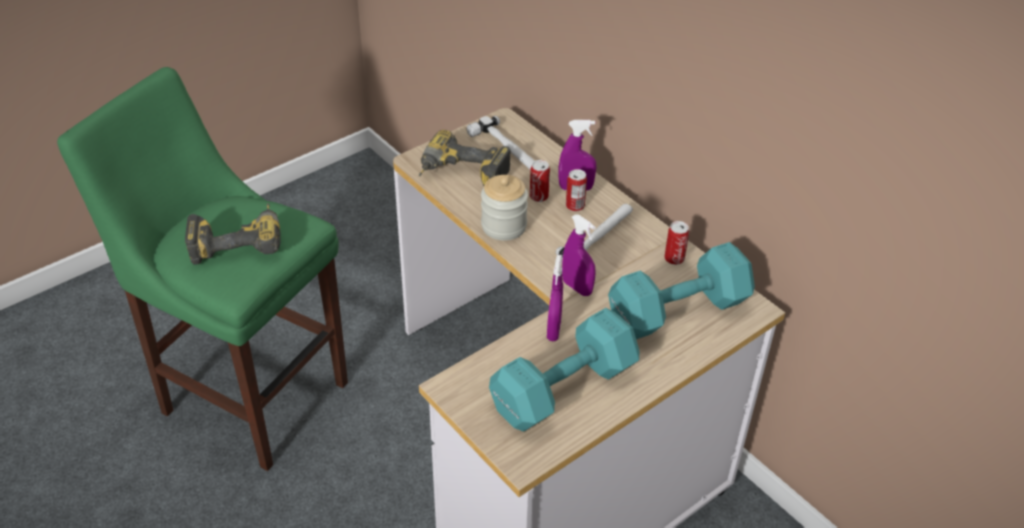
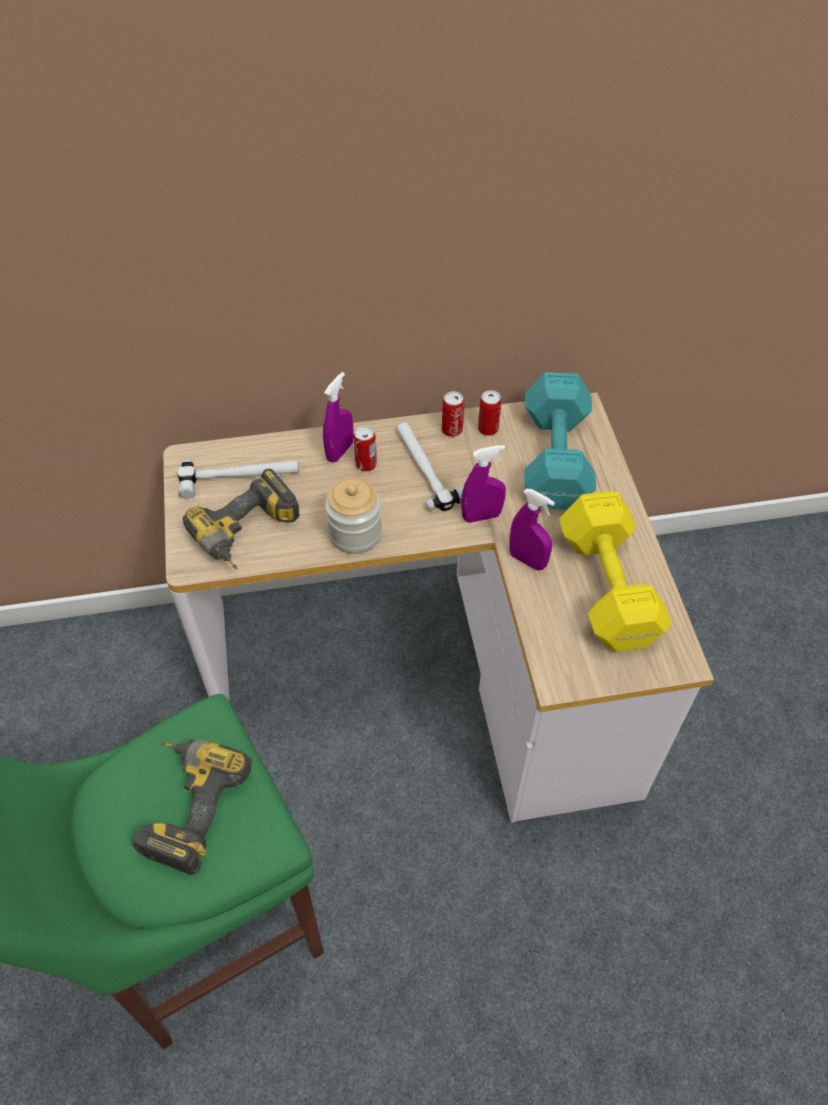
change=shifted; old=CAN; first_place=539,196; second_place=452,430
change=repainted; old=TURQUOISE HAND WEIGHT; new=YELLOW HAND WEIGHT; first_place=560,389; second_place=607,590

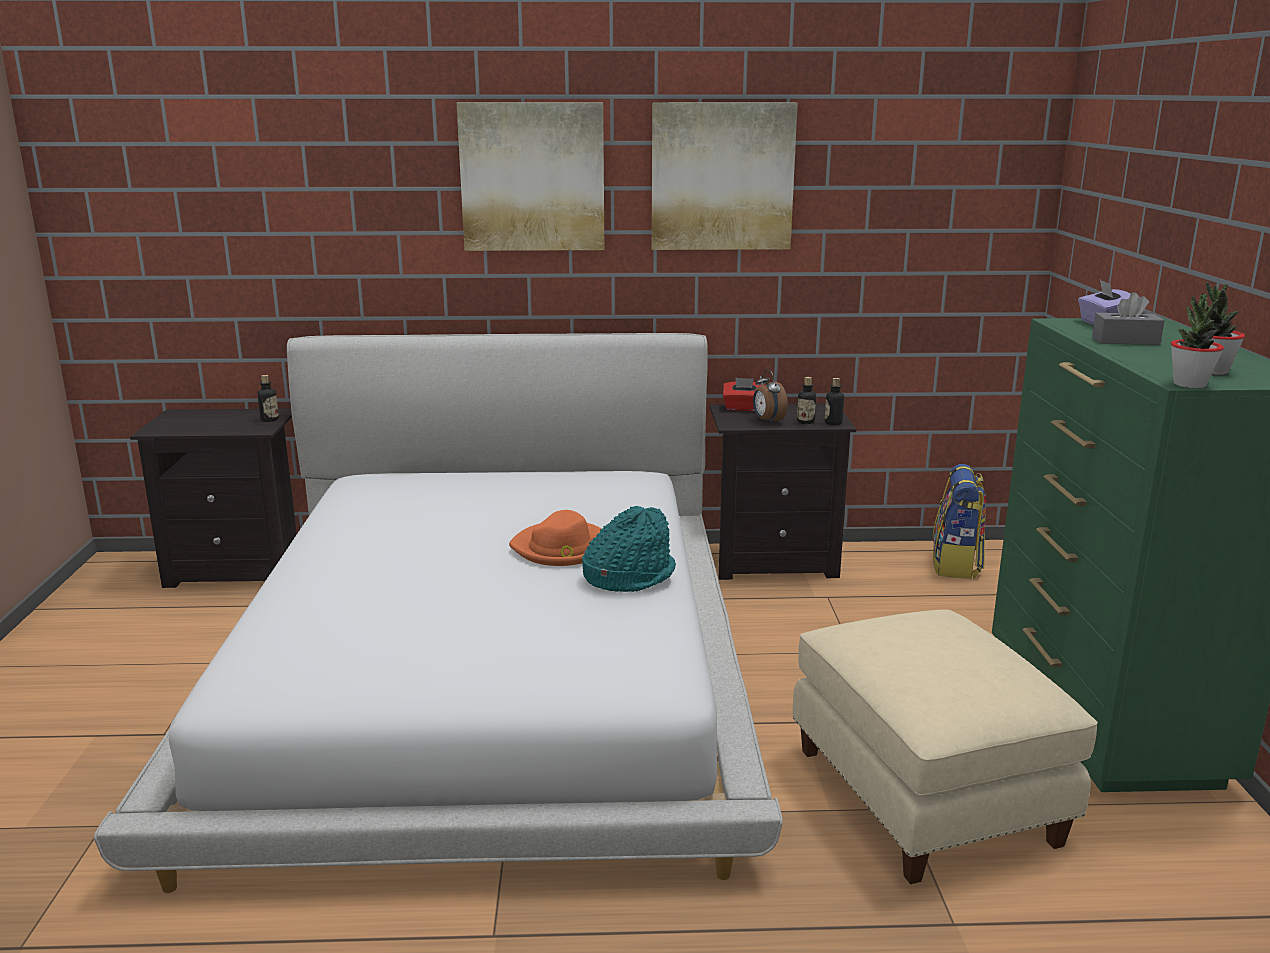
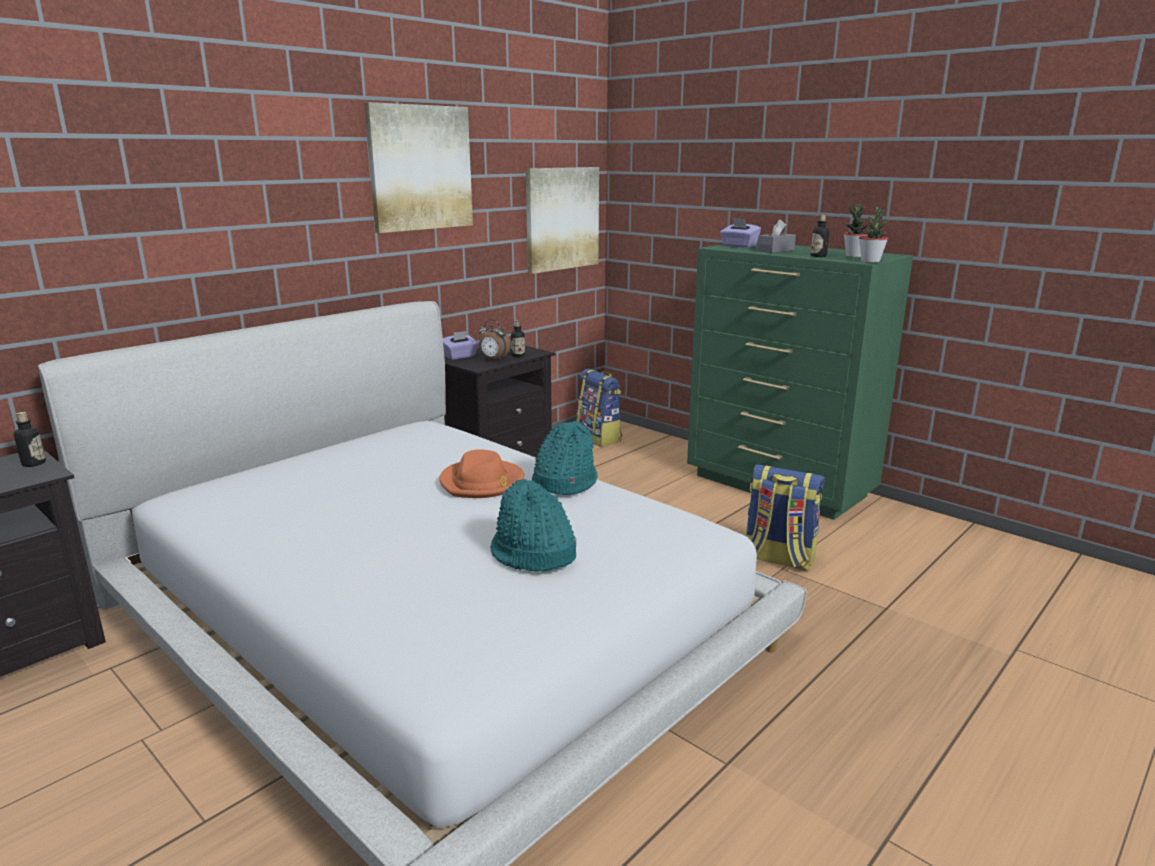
change=shifted; old=WALL PICTURE; first_place=532,177; second_place=562,218
change=repainted; old=REDDISH TISSUE HOLDER; new=PURPLISH TISSUE HOLDER; first_place=743,408; second_place=460,356
change=shifted; old=BOTTLE; first_place=833,423; second_place=818,256
change=swapped; old=BEIGE POUFFE; new=RUCKSACK; first_place=921,795; second_place=778,558
change=new; new=TURQUOISE CLOTHING HAT; second_place=532,554

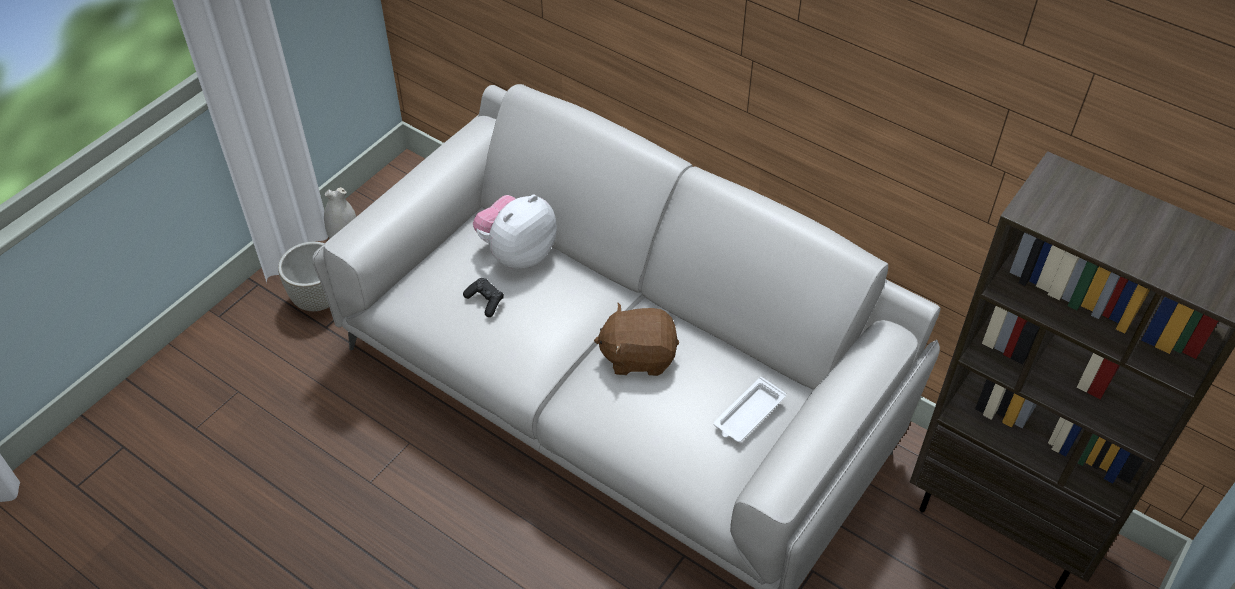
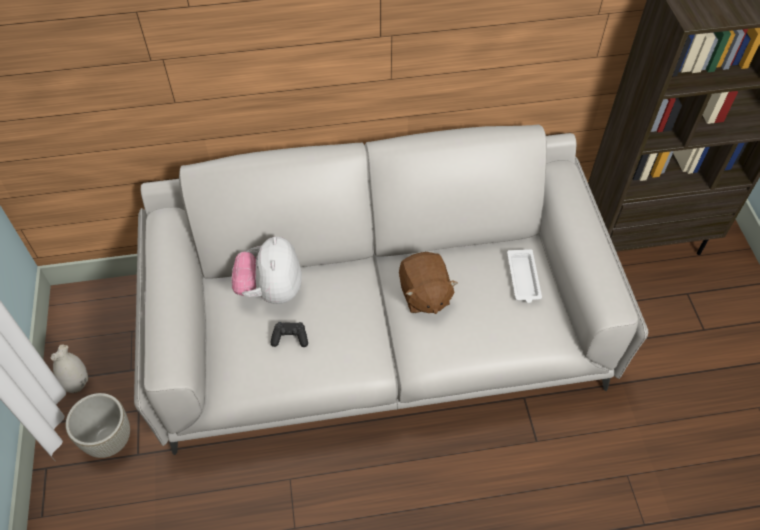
change=rotated; old=BROWN-COLOURED CUDDLY TOY; first_place=638,356; second_place=424,295; degrees=-60

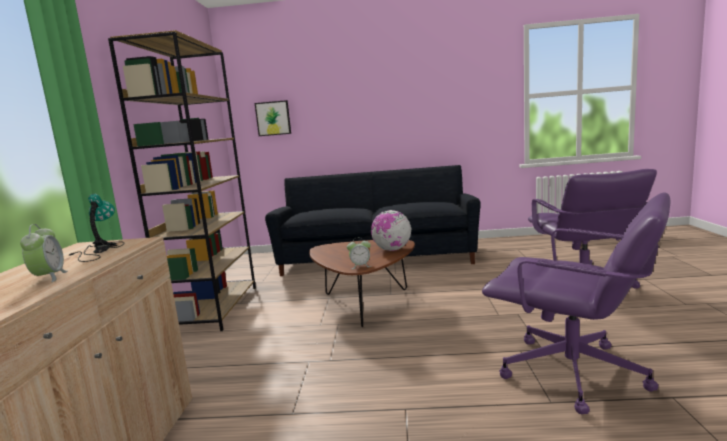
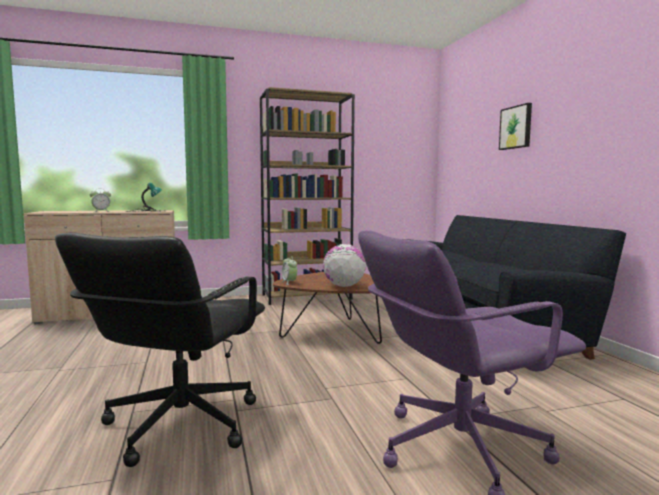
change=shifted; old=WALL PICTURE; first_place=273,118; second_place=516,127
change=repainted; old=PURPLISH COMPUTER CHAIR; new=BLACK COMPUTER CHAIR; first_place=574,374; second_place=179,425

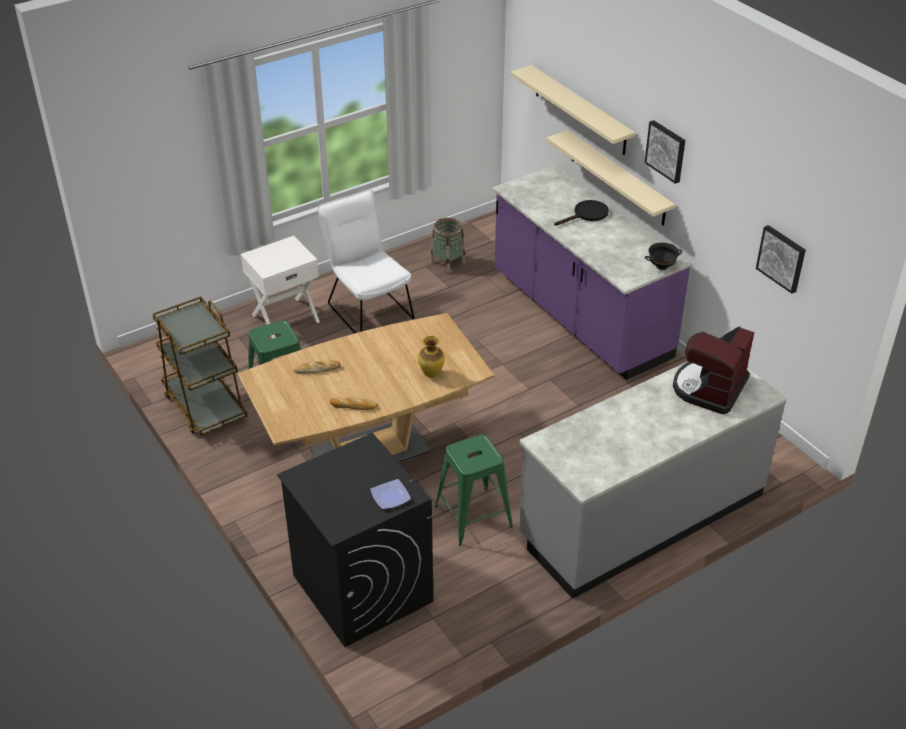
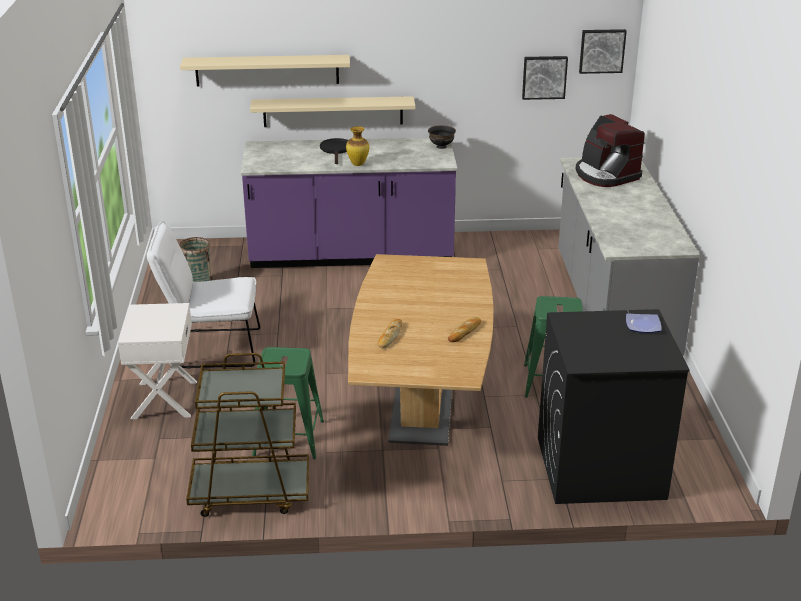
change=shifted; old=WALL PICTURE; first_place=666,151; second_place=602,50
change=shifted; old=DECORATIVE VASE; first_place=431,374; second_place=357,164

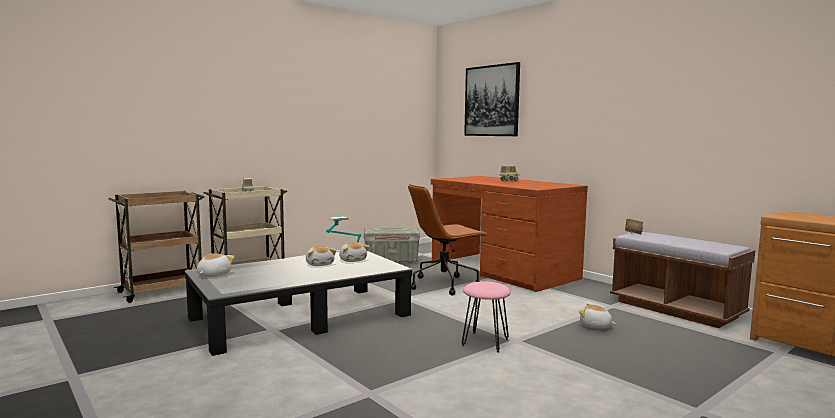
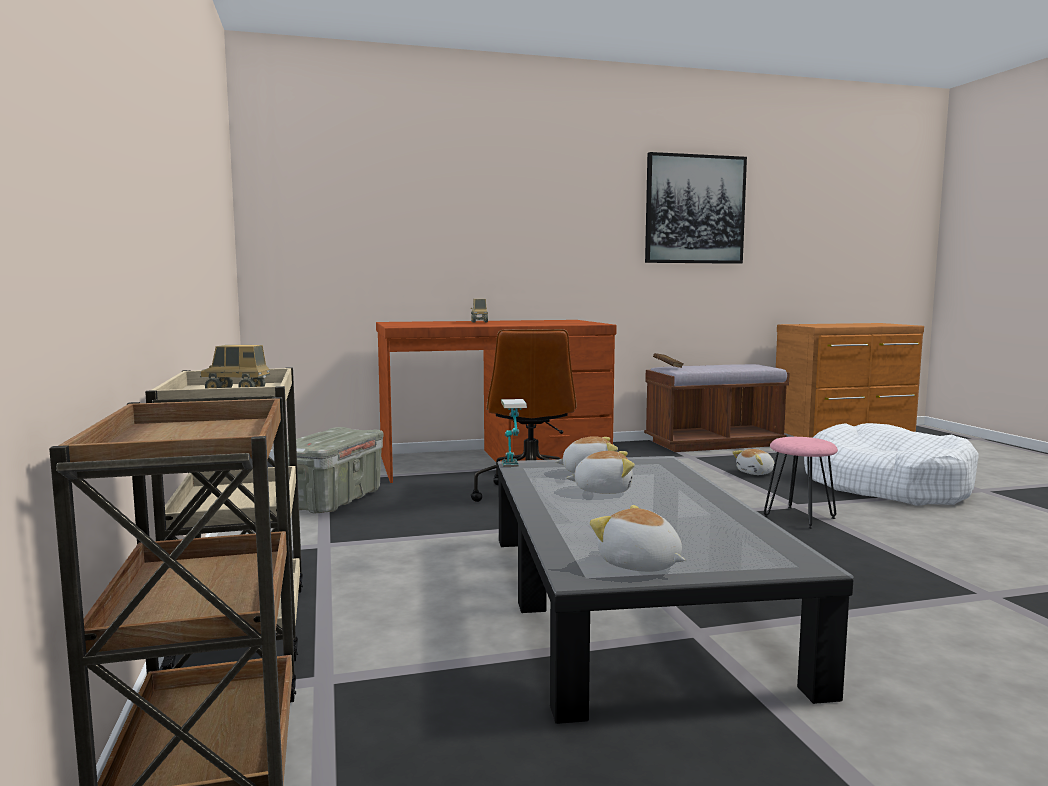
change=shifted; old=WALL PICTURE; first_place=491,101; second_place=695,209
change=new; new=WHITE-COLOURED DOG CUSHION; second_place=886,486

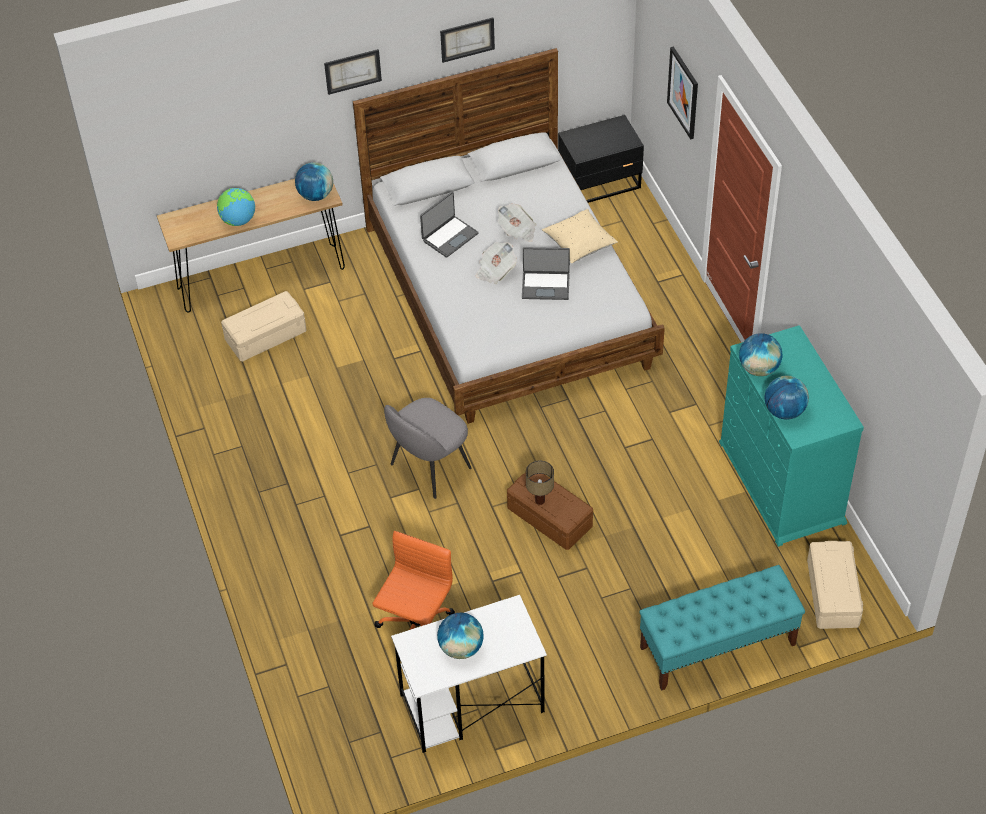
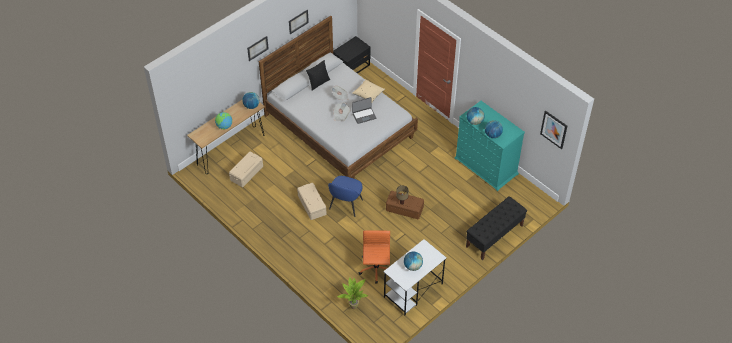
change=shifted; old=WALL PICTURE; first_place=683,92; second_place=554,129
change=gone; old=NOTEBOOK COMPUTER; first_place=449,236
change=repainted; old=GREY UPRIGHT CHAIR; new=BLUE UPRIGHT CHAIR; first_place=428,467; second_place=345,205
change=shifted; old=BEIGE STORAGE BOX; first_place=831,593; second_place=311,205
change=repainted; old=TURQUOISE INDOOR BENCH; new=BLACK INDOOR BENCH; first_place=717,646; second_place=494,236
change=new; new=BLACK CUSHION; second_place=318,83
change=new; new=POTTED PLANT; second_place=353,305

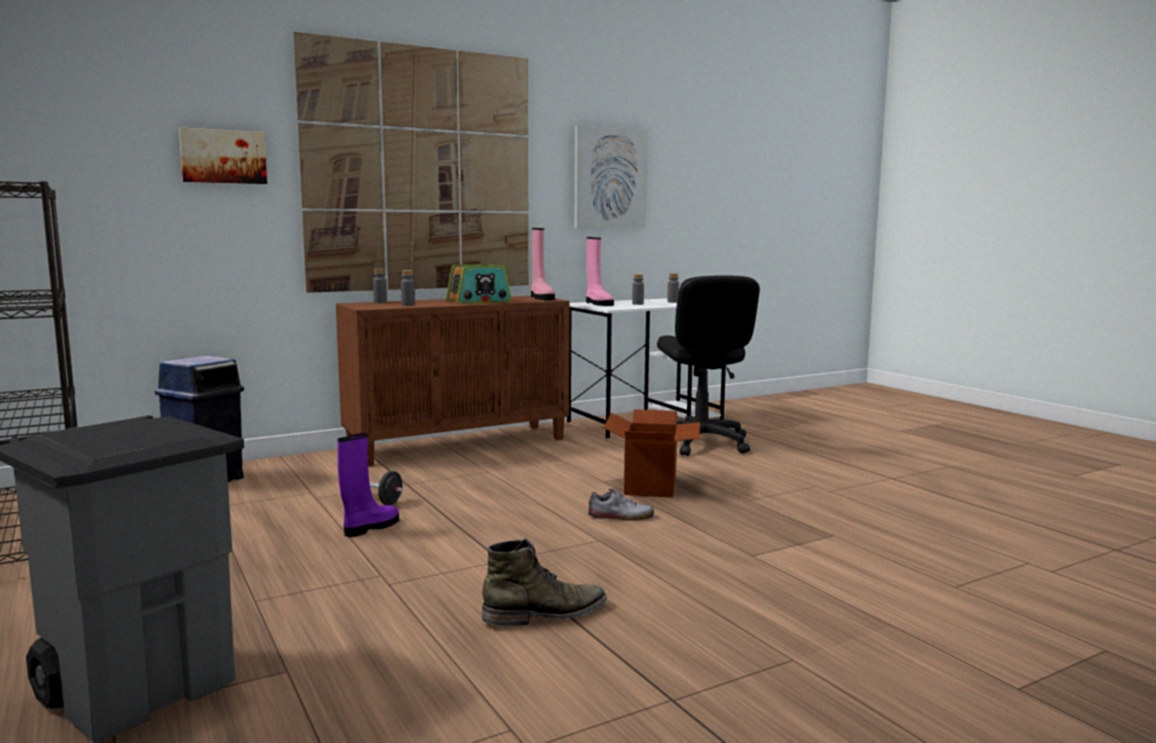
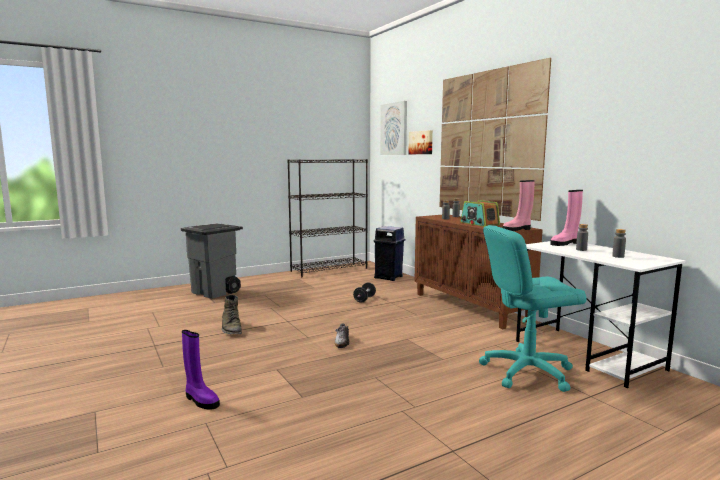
change=shifted; old=WALL PICTURE; first_place=609,178; second_place=394,129
change=repainted; old=BLACK COMPUTER CHAIR; new=TURQUOISE COMPUTER CHAIR; first_place=700,443; second_place=527,372
change=gone; old=PACKING BOX; first_place=651,486
change=shifted; old=PURPLISH HIGH-TOP BOOT; first_place=370,527; second_place=200,400

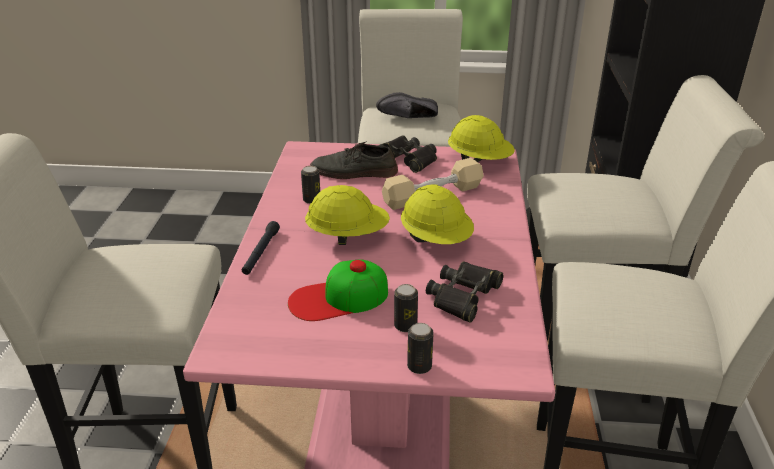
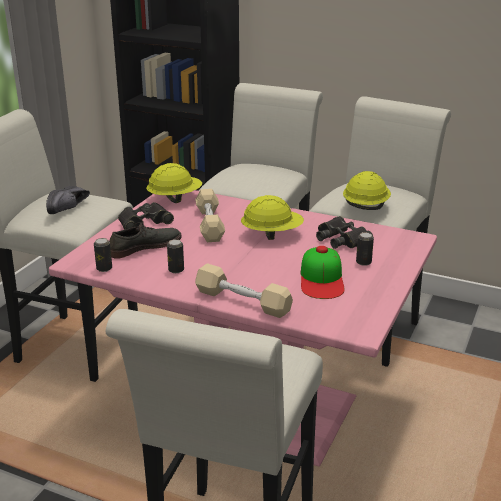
change=rotated; old=GREY LOW SHOE; first_place=353,172; second_place=144,246; degrees=-150
change=shifted; old=YELLOW HARD HAT; first_place=348,236; second_place=365,207
change=swapped; old=BLACK FLASHLIGHT; new=BEIGE HAND WEIGHT; first_place=261,252; second_place=242,301
change=shifted; old=CAN; first_place=419,366; second_place=104,268

